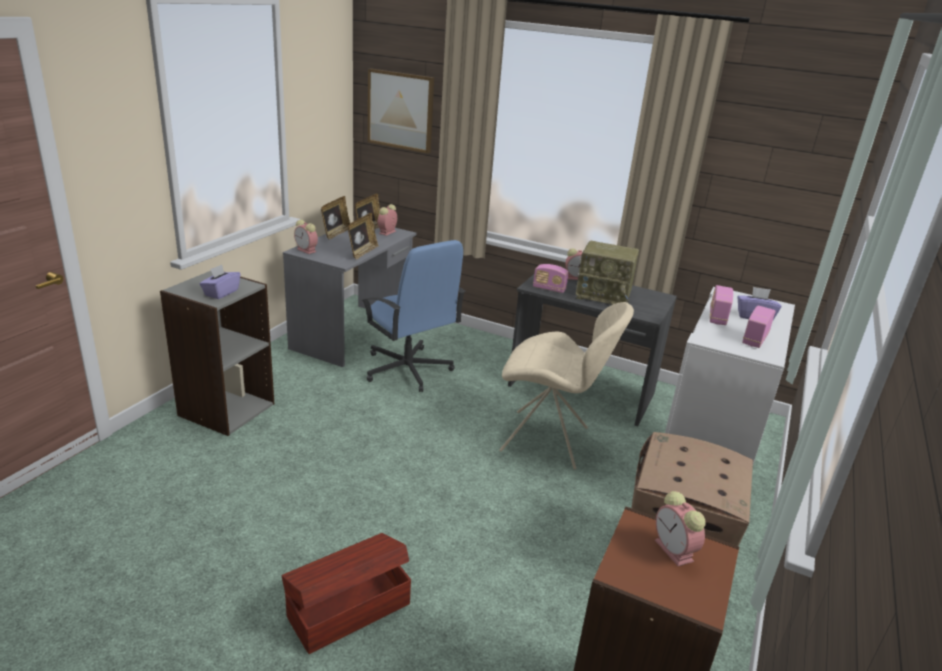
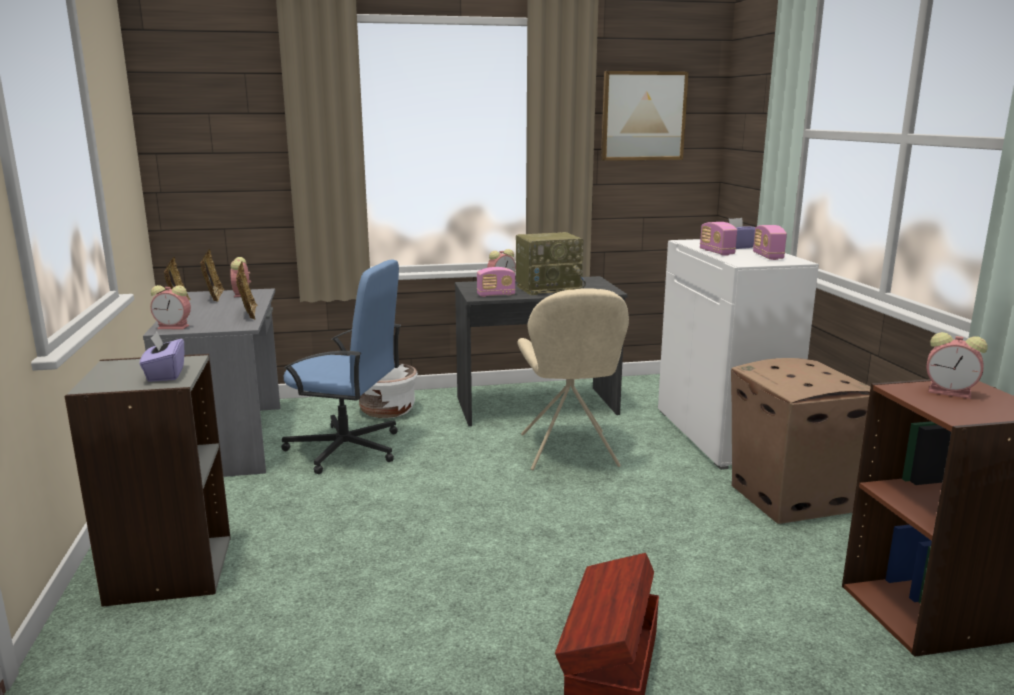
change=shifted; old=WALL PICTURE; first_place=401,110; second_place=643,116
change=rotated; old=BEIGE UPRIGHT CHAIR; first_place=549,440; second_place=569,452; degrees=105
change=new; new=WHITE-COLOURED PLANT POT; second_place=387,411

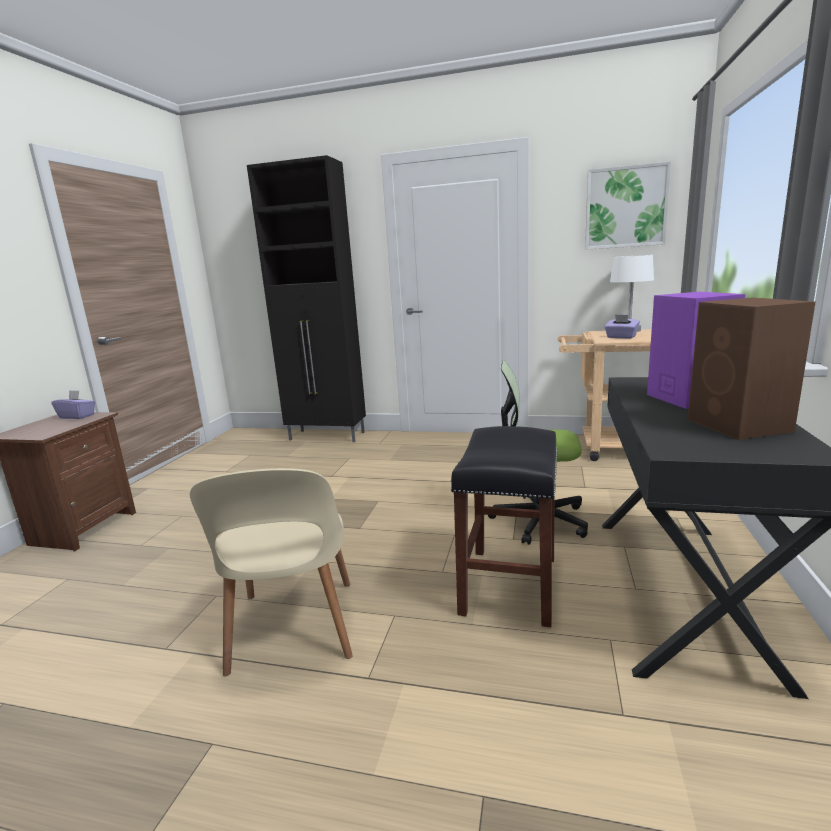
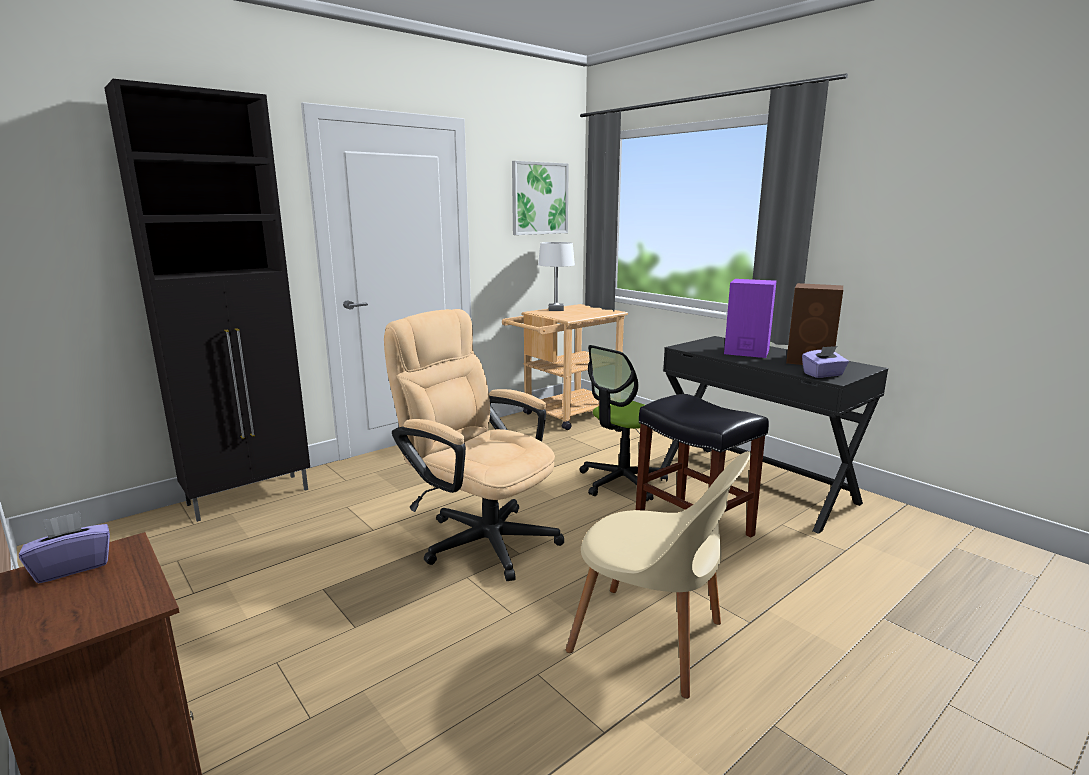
change=shifted; old=PURPLISH TISSUE HOLDER; first_place=621,337; second_place=823,375
change=new; new=BEIGE COMPUTER CHAIR; second_place=479,537

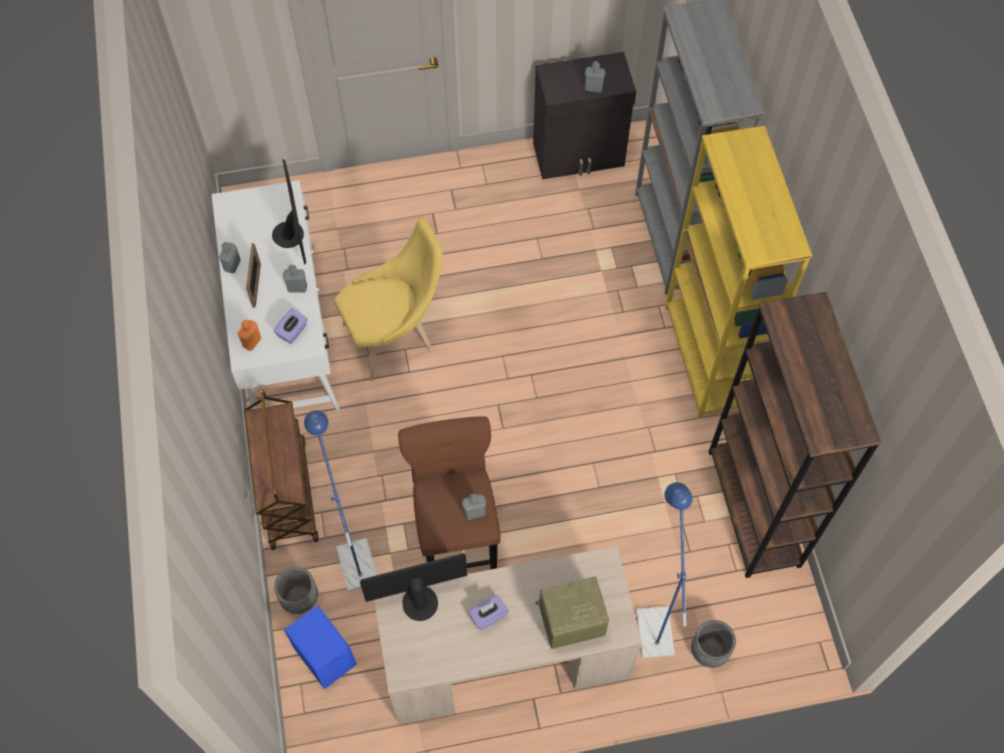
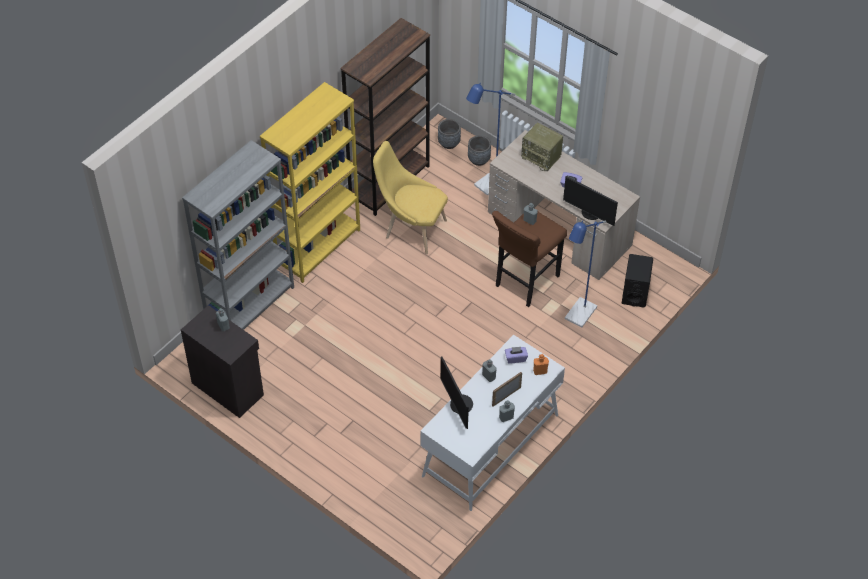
change=rotated; old=MONITOR; first_place=292,234; second_place=459,405; degrees=-60
change=shifted; old=YELLOW UPRIGHT CHAIR; first_place=395,336; second_place=411,228
change=gone; old=BROWN-COLOURED TROLLEY; first_place=287,492
change=shifted; old=GREY PLANT POT; first_place=299,598; second_place=449,143
change=repainted; old=BLUE LOUDSPEAKER; new=BLACK LOUDSPEAKER; first_place=325,657; second_place=635,293

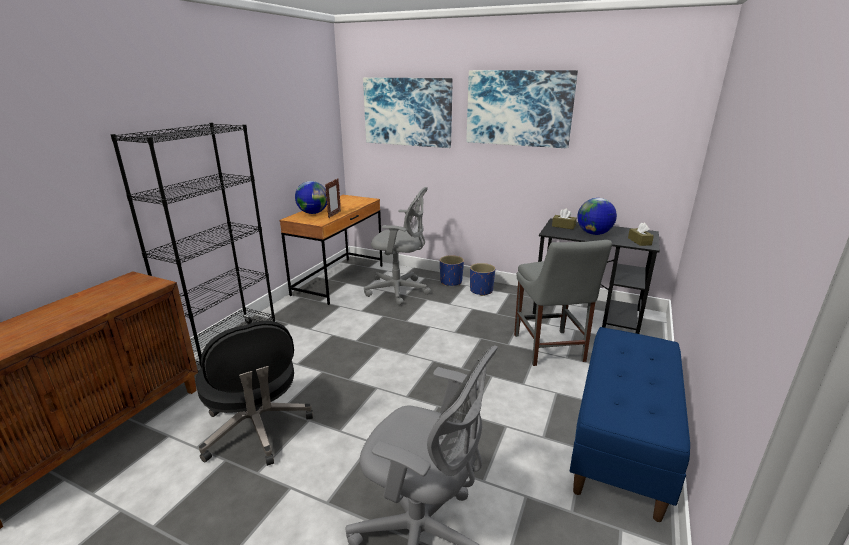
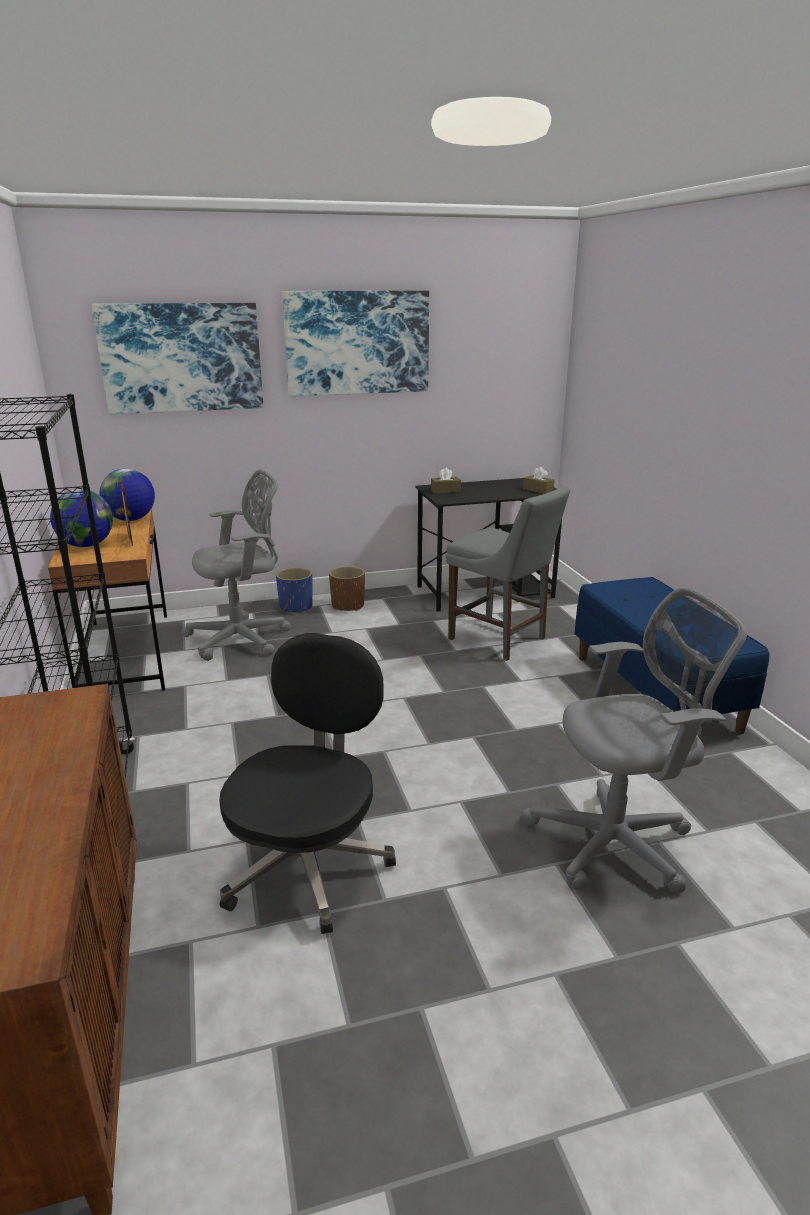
change=shifted; old=DESK GLOBE; first_place=593,234; second_place=131,520
change=repainted; old=BLUE PLANT POT; new=BROWN-COLOURED PLANT POT; first_place=481,291; second_place=348,606
change=rotated; old=BLACK COMPUTER CHAIR; first_place=257,429; second_place=308,863; degrees=-90

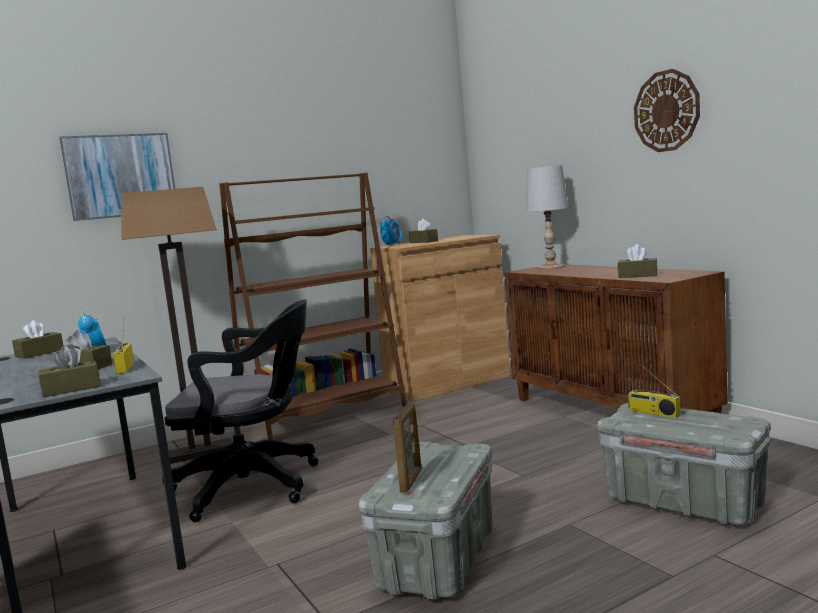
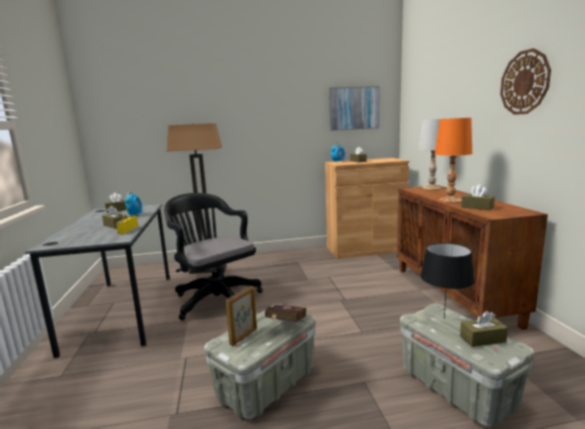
change=shifted; old=WALL PICTURE; first_place=120,176; second_place=354,108
change=gone; old=BROWN-COLOURED BOOKCASE; first_place=325,416
change=rotated; old=BLACK COMPUTER CHAIR; first_place=254,486; second_place=215,299; degrees=-150
change=shifted; old=BROWN-COLOURED TISSUE HOLDER; first_place=71,389; second_place=482,339
change=swapped; old=RADIO SET; new=BLACK TABLE LAMP; first_place=653,413; second_place=444,318
change=new; new=ORANGE TABLE LAMP; second_place=450,200
change=new; new=REDDISH VOLUME; second_place=286,325

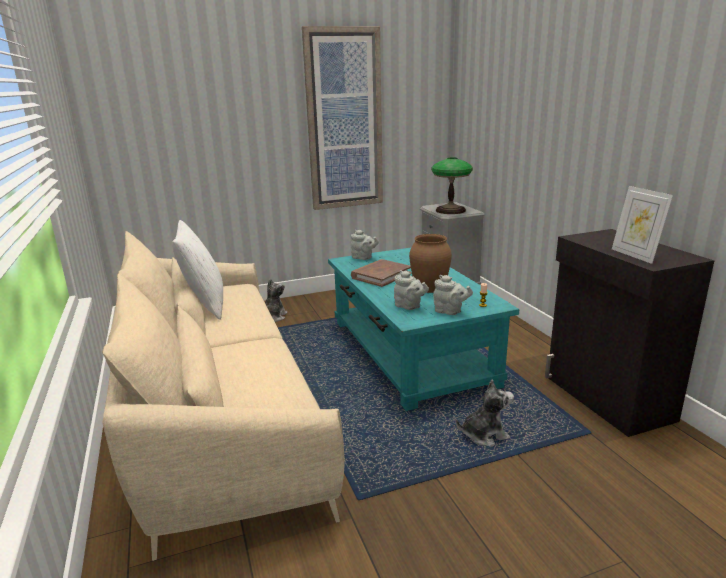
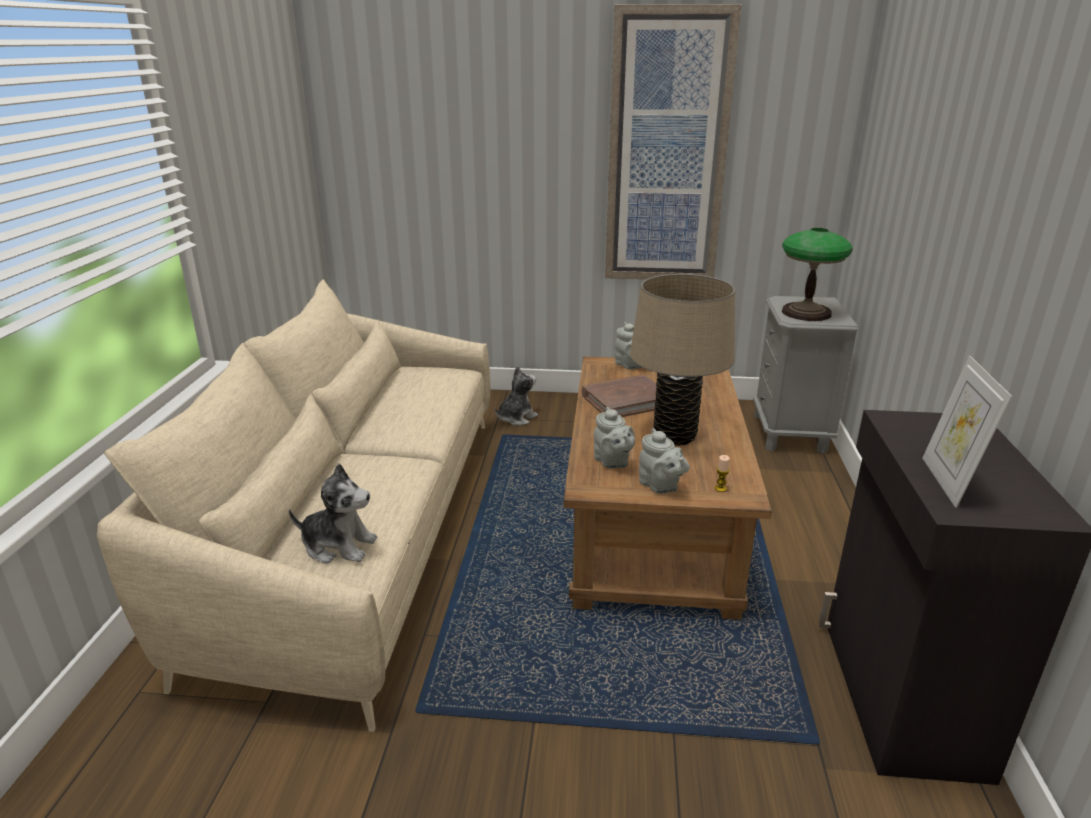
change=gone; old=WHITE-COLOURED CUSHION; first_place=205,305
change=swapped; old=BROWN-COLOURED DECORATIVE VASE; new=BEIGE TABLE LAMP; first_place=429,287; second_place=674,436
change=repainted; old=TURQUOISE LOW TABLE; new=BROWN-COLOURED LOW TABLE; first_place=409,351; second_place=651,519
change=shifted; old=CUDDLY TOY; first_place=484,434; second_place=338,546

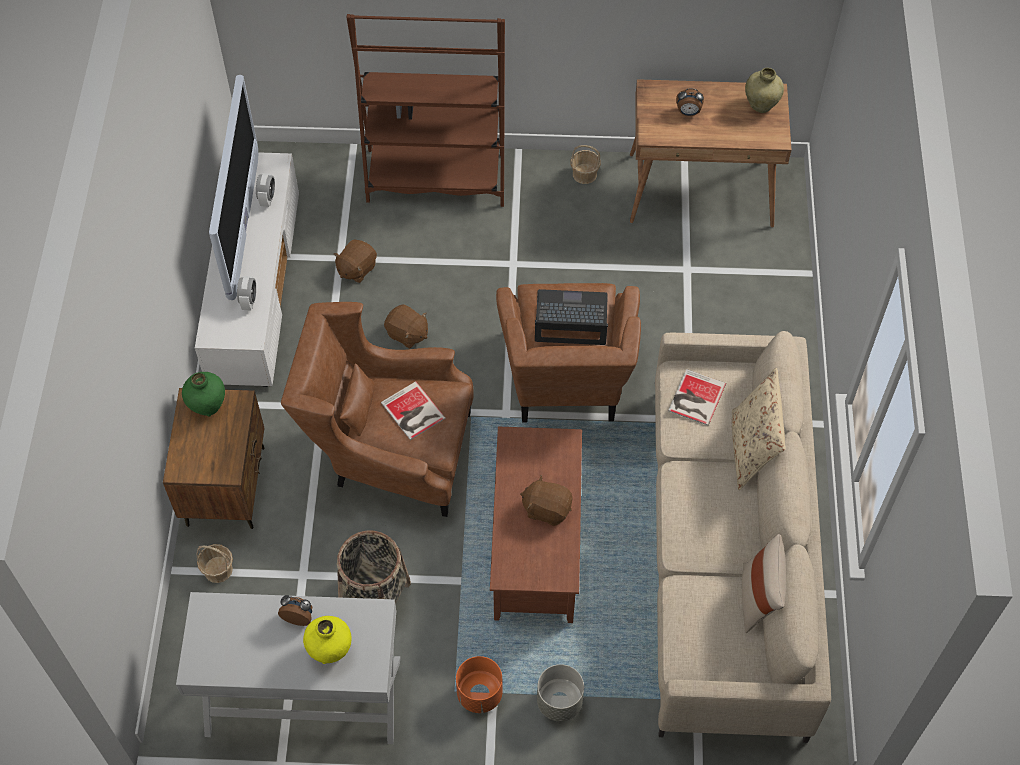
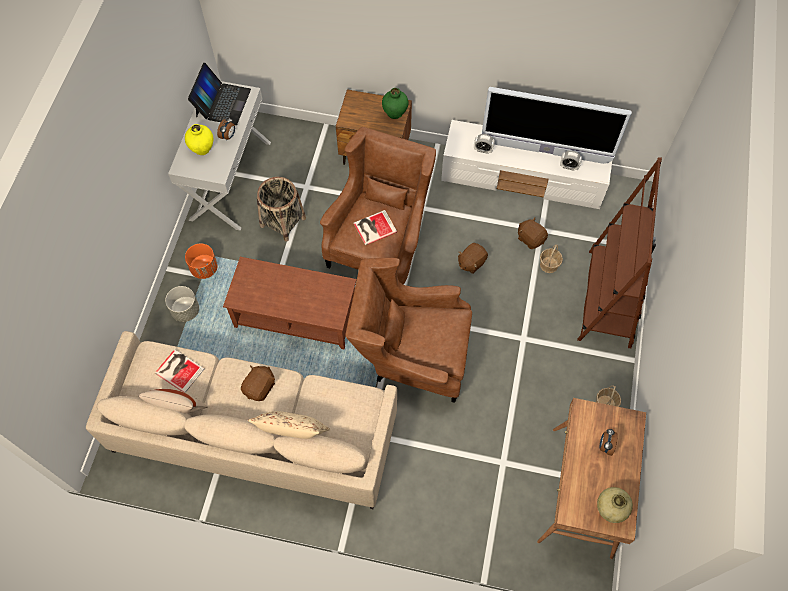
change=shifted; old=NOTEBOOK COMPUTER; first_place=571,319; second_place=222,103
change=shifted; old=VOLUME; first_place=695,398; second_place=179,369
change=shifted; old=BROWN-COLOURED CUDDLY TOY; first_place=547,509; second_place=260,387
change=shifted; old=HOUSEHOLD BASKET; first_place=218,569; second_place=549,265

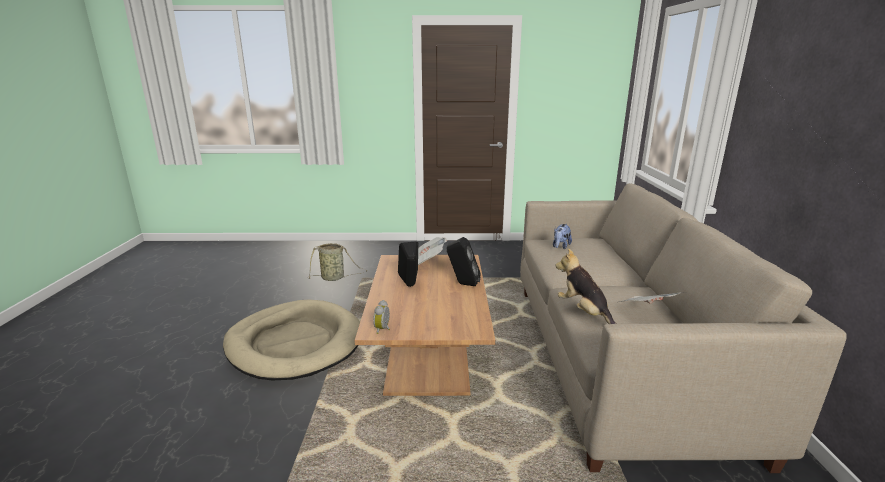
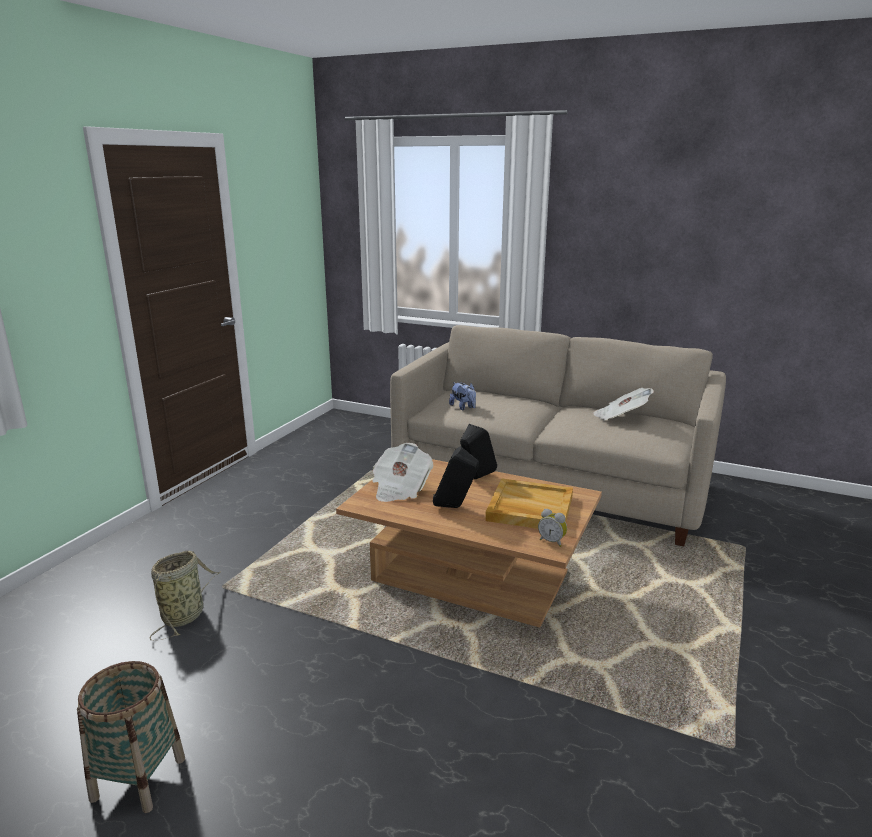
change=gone; old=CUDDLY TOY; first_place=584,312
change=gone; old=BEIGE DOG CUSHION; first_place=295,343
change=new; new=BEIGE SERVING TRAY; second_place=529,508
change=new; new=HOUSEHOLD BASKET; second_place=138,778

